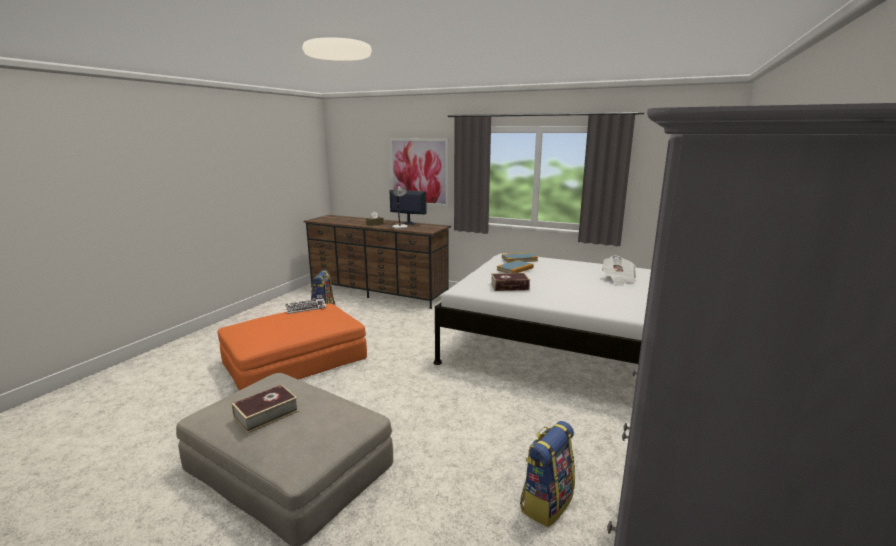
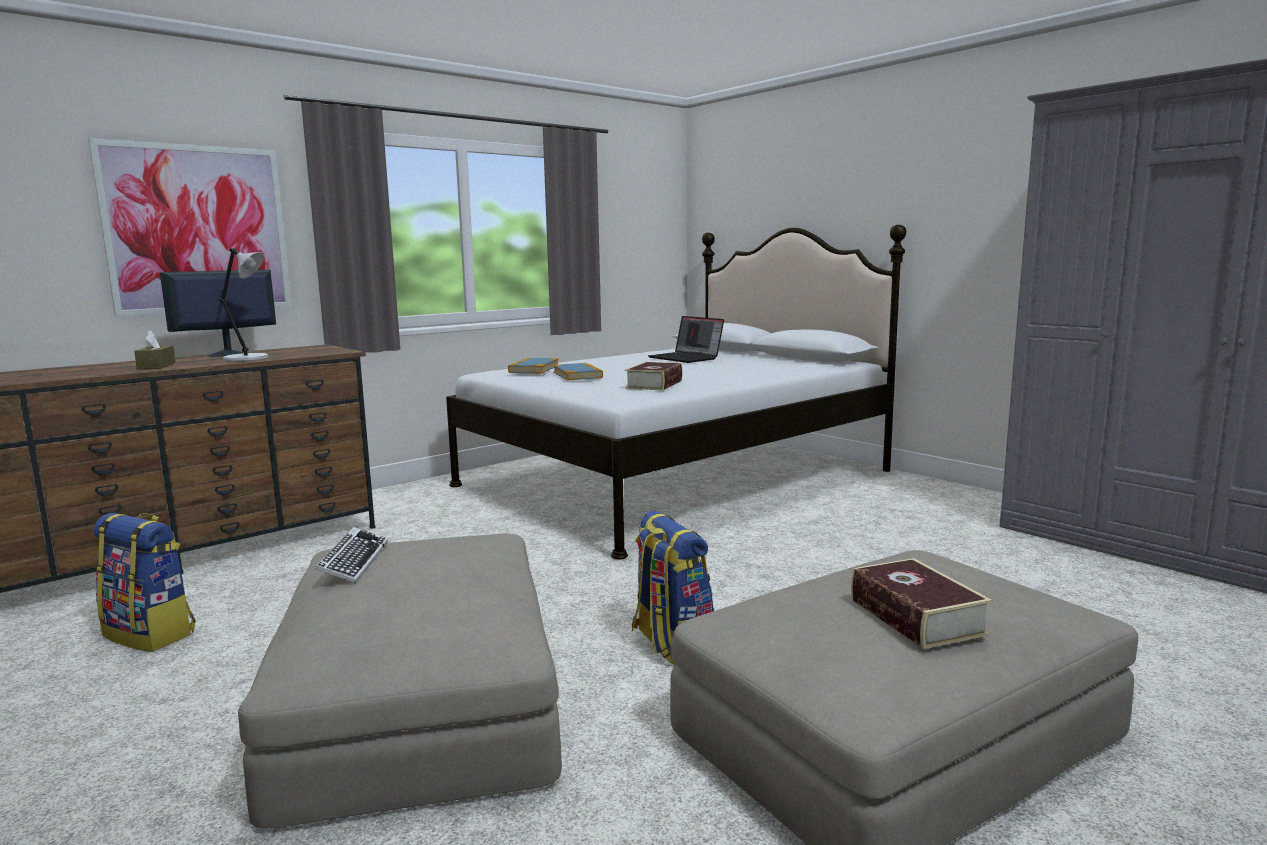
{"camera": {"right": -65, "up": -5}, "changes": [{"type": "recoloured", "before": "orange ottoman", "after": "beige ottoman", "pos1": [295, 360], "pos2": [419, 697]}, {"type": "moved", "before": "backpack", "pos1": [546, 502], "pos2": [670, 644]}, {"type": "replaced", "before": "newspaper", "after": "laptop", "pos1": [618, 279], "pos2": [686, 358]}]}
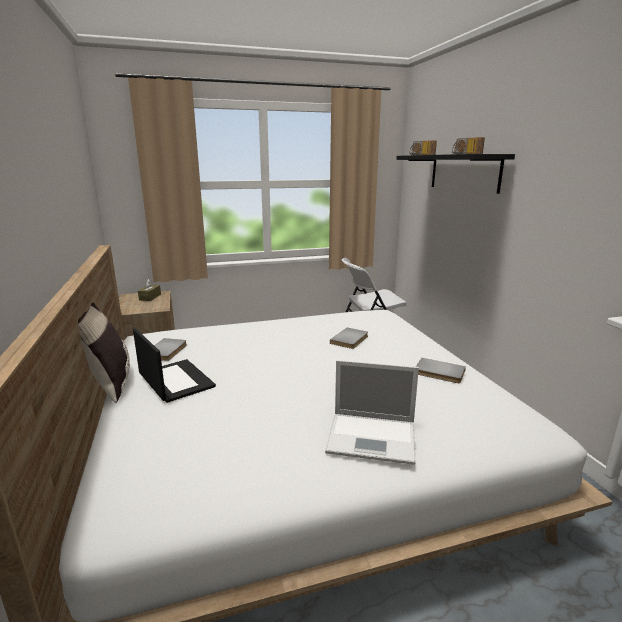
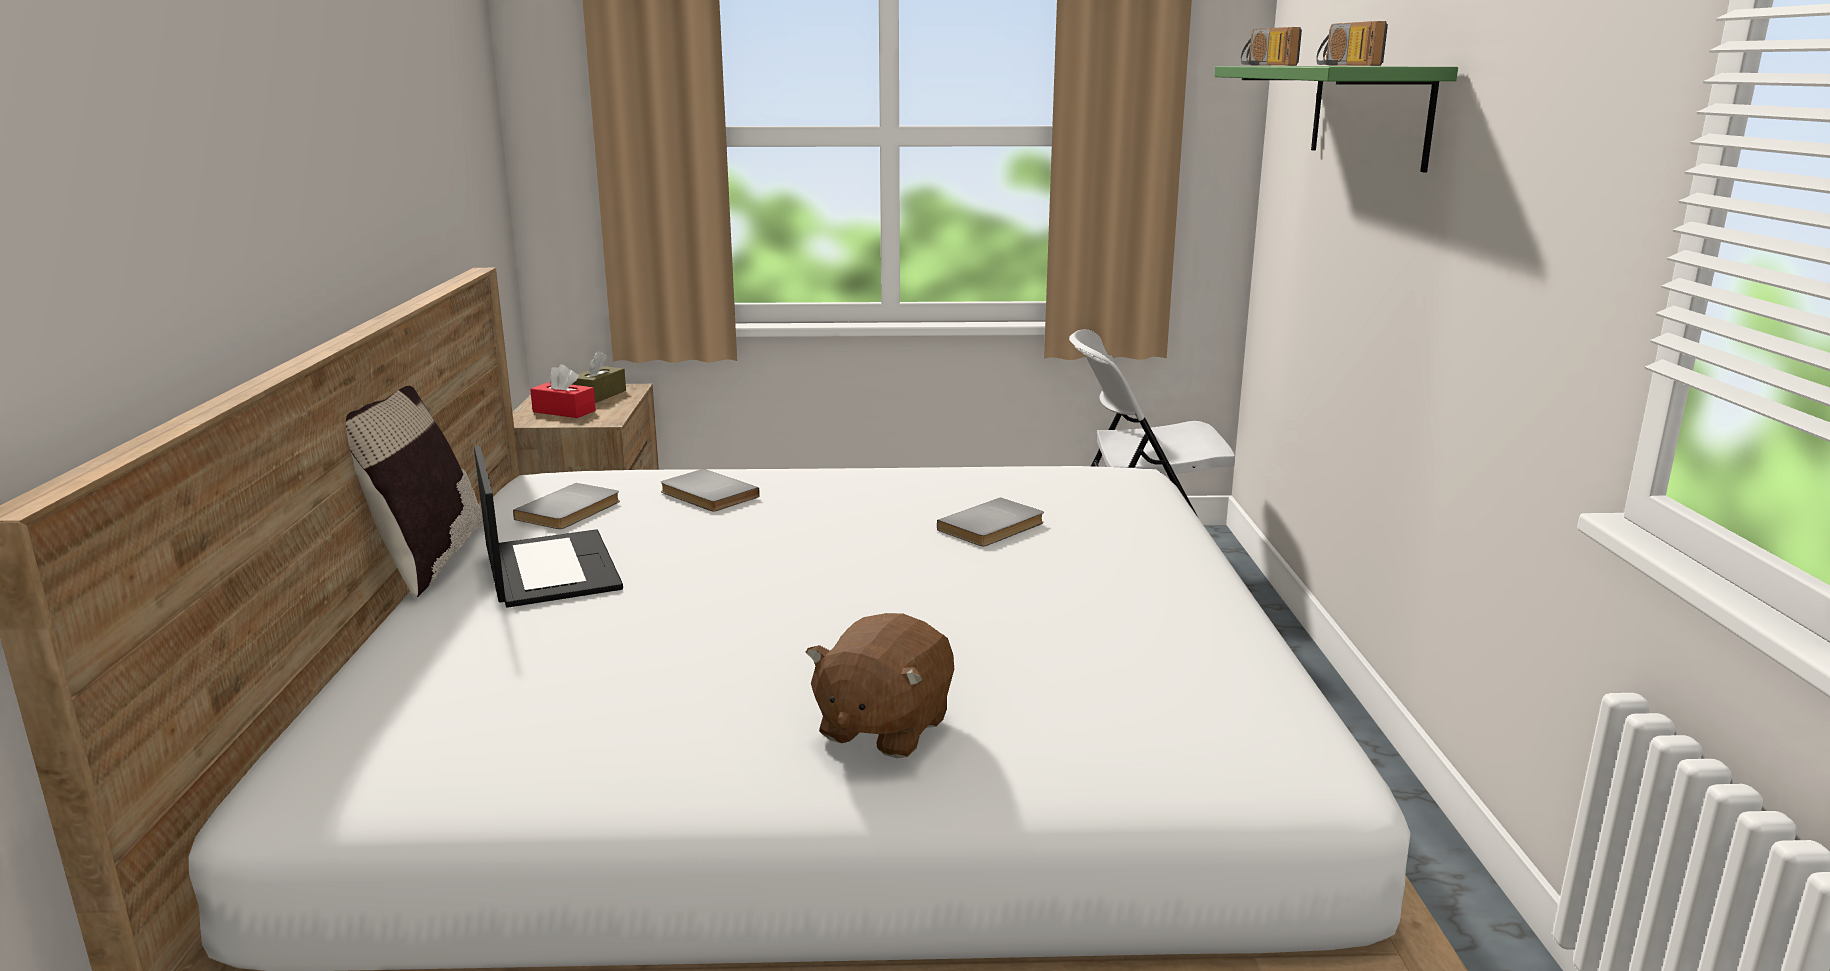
{"camera": {"right": 15, "up": 0}, "changes": [{"type": "replaced", "before": "laptop", "after": "brown plush toy", "pos1": [373, 438], "pos2": [883, 727]}, {"type": "recoloured", "before": "black shelf", "after": "green shelf", "pos1": [464, 172], "pos2": [1369, 113]}, {"type": "moved", "before": "grey book", "pos1": [439, 373], "pos2": [706, 495]}, {"type": "added", "after": "red tissue box", "pos2": [564, 411]}]}
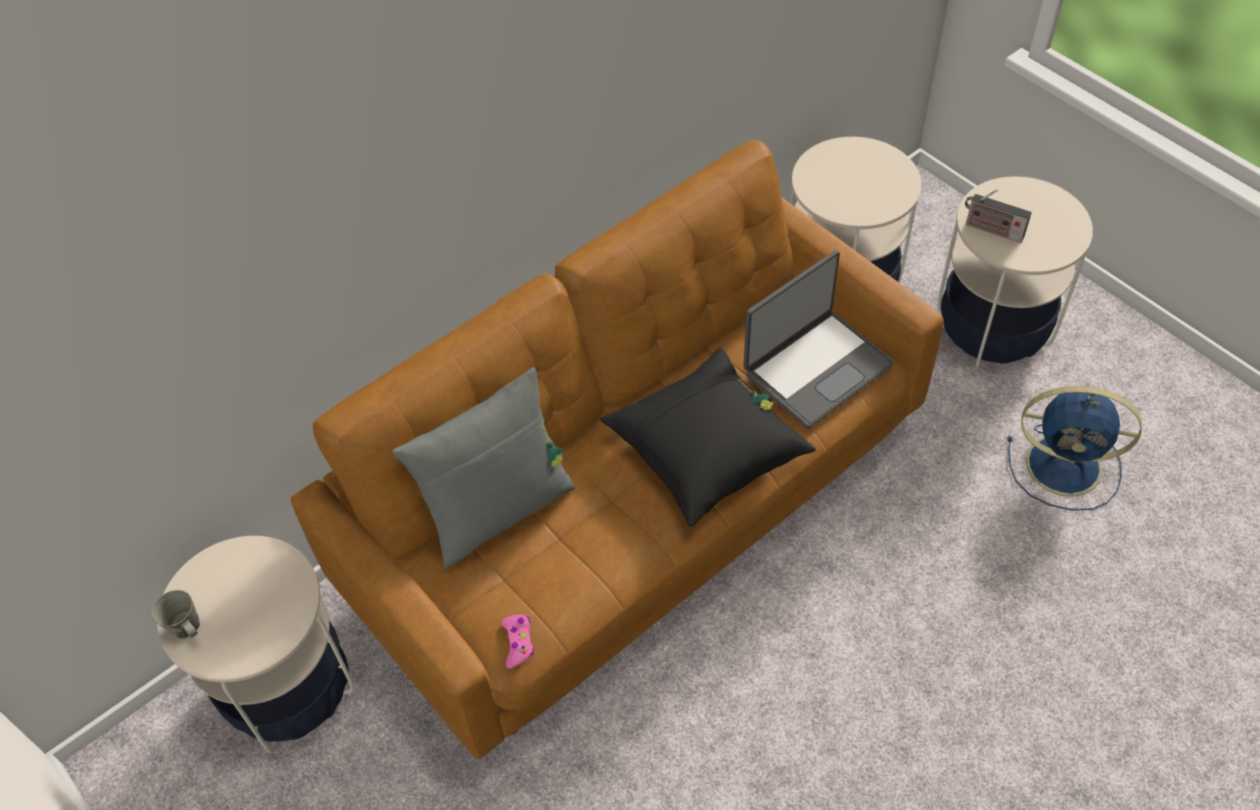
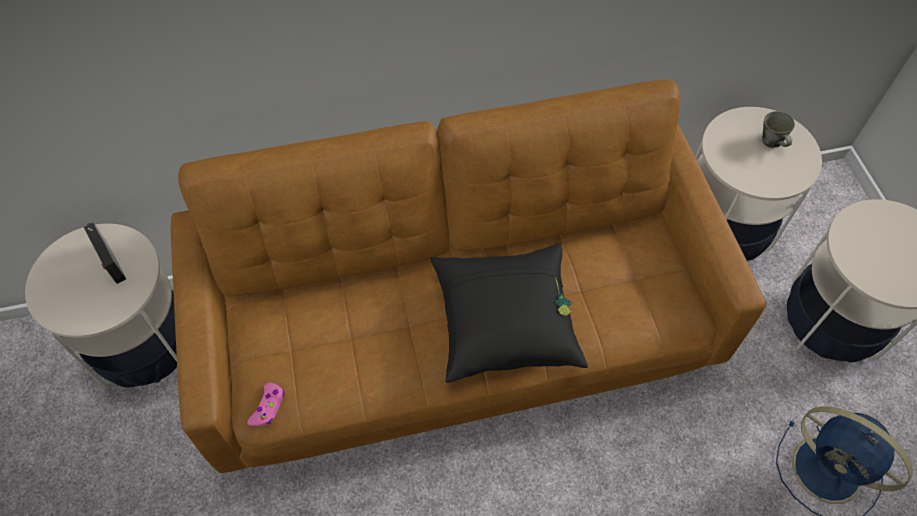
{"camera": {"right": 25, "up": 5}, "changes": [{"type": "moved", "before": "grey mug", "pos1": [186, 627], "pos2": [772, 141]}, {"type": "removed", "before": "grey pillow", "pos1": [498, 512]}, {"type": "removed", "before": "laptop", "pos1": [816, 368]}, {"type": "moved", "before": "radio", "pos1": [991, 230], "pos2": [109, 260]}]}
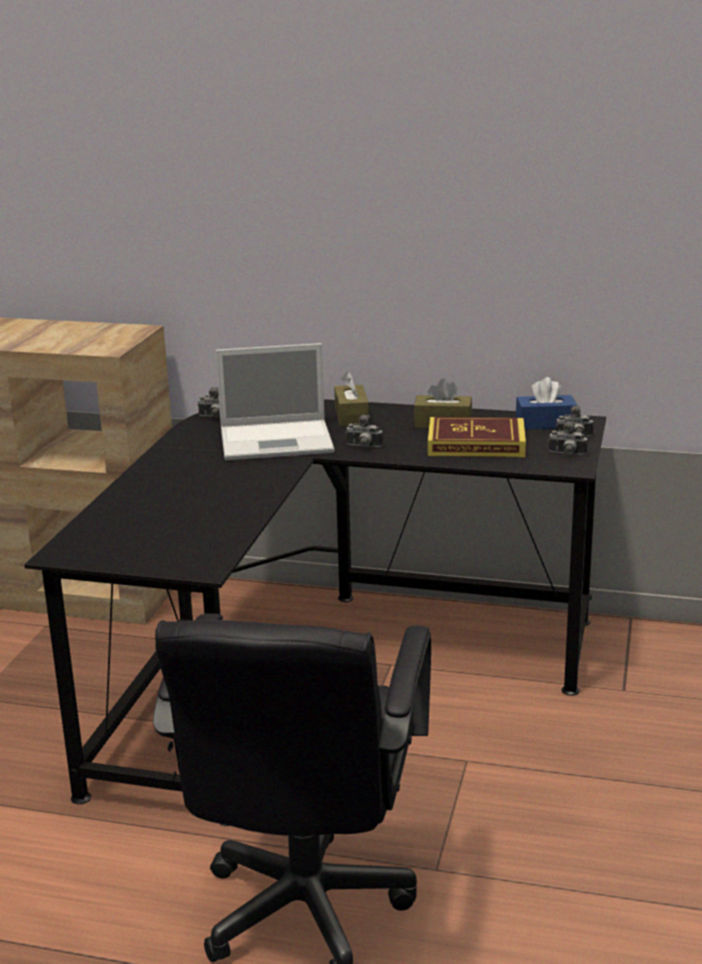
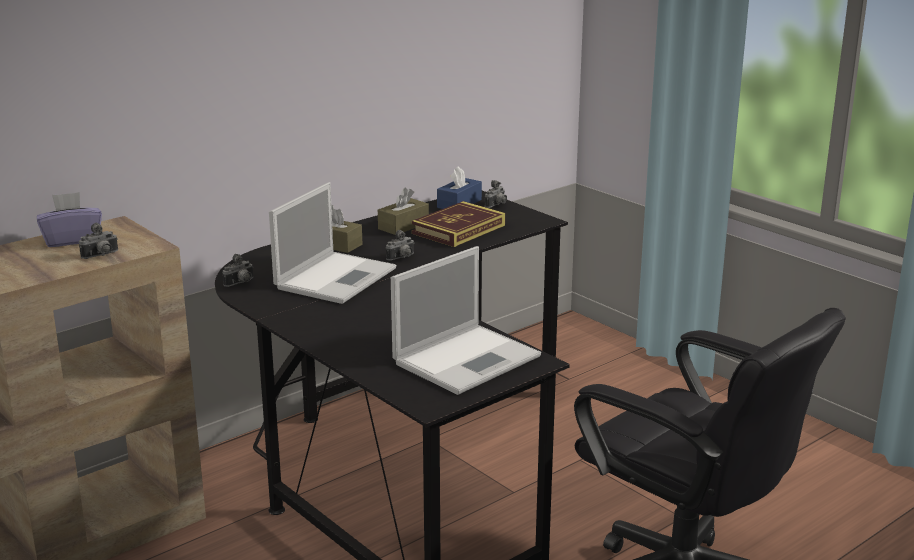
{"camera": {"right": -55, "up": 0}, "changes": [{"type": "moved", "before": "photo camera", "pos1": [567, 454], "pos2": [101, 256]}, {"type": "added", "after": "purple tissue box", "pos2": [72, 240]}, {"type": "added", "after": "laptop", "pos2": [468, 358]}]}
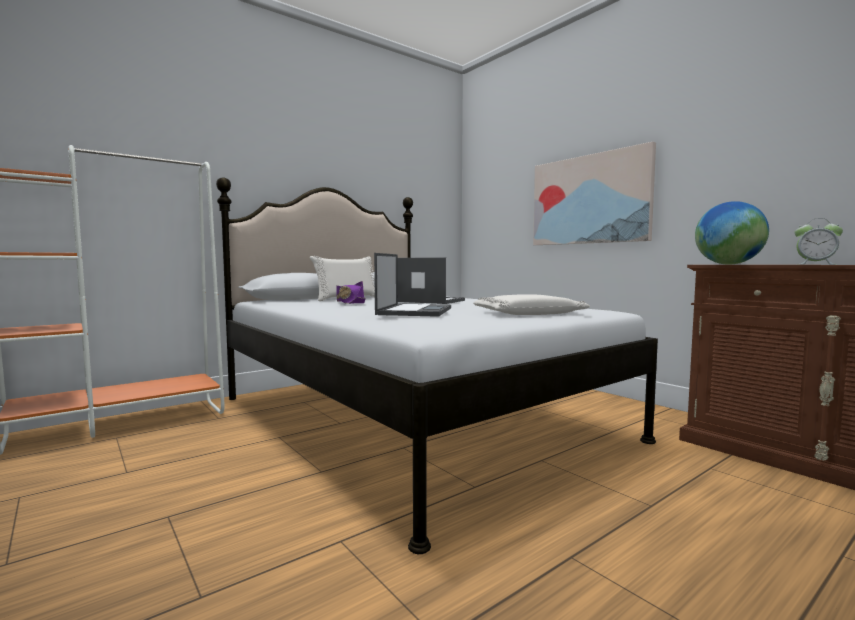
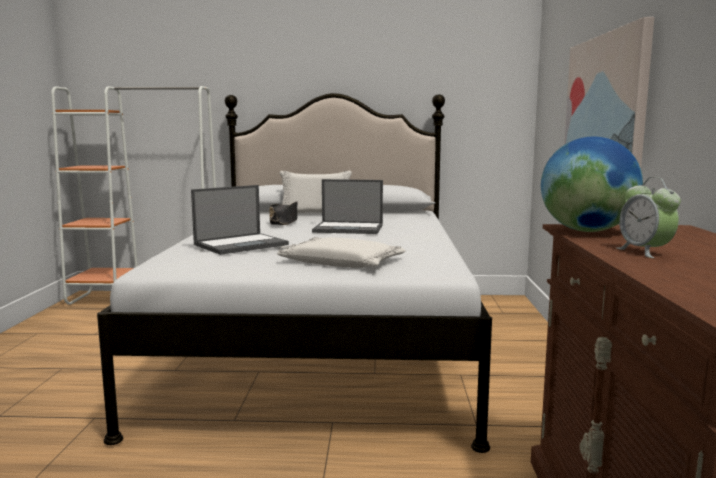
{"camera": {"right": 40, "up": 5}, "changes": [{"type": "recoloured", "before": "purple hat", "after": "black hat", "pos1": [350, 302], "pos2": [284, 222]}, {"type": "turned", "before": "laptop", "pos1": [428, 301], "pos2": [349, 228], "turn": 120}]}
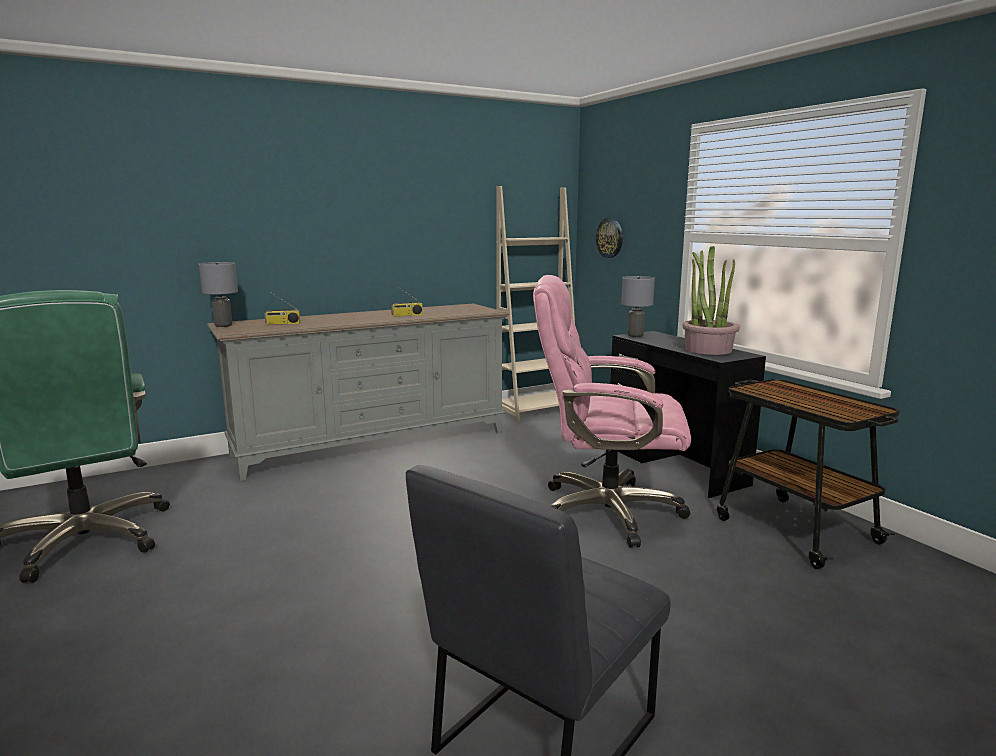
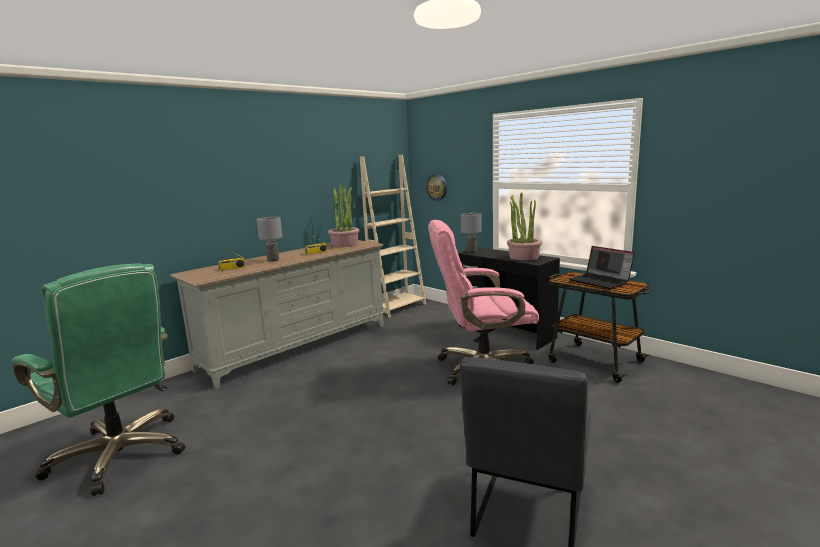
{"camera": {"right": -15, "up": 0}, "changes": [{"type": "moved", "before": "grey table lamp", "pos1": [224, 325], "pos2": [273, 260]}, {"type": "added", "after": "potted plant", "pos2": [345, 244]}, {"type": "added", "after": "laptop", "pos2": [601, 281]}]}
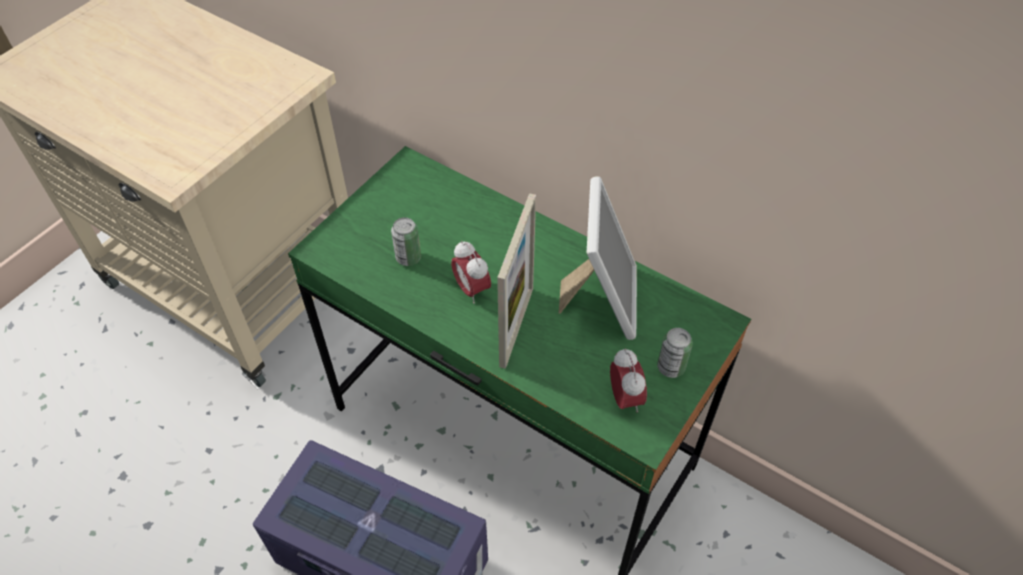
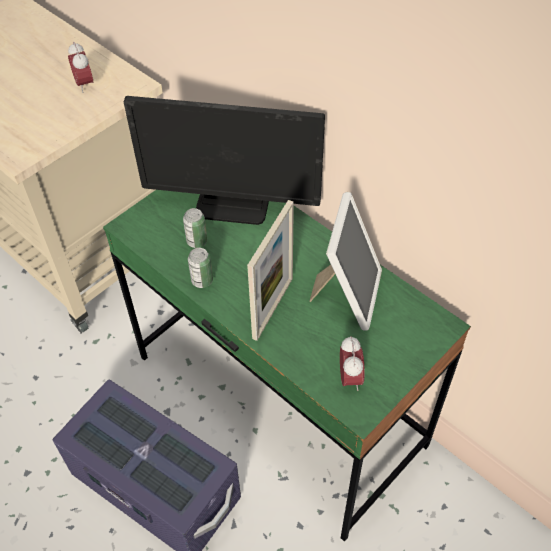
{"camera": {"right": 10, "up": 0}, "changes": [{"type": "moved", "before": "alarm clock", "pos1": [471, 289], "pos2": [85, 84]}, {"type": "moved", "before": "can", "pos1": [670, 367], "pos2": [202, 280]}, {"type": "added", "after": "monitor", "pos2": [232, 204]}]}
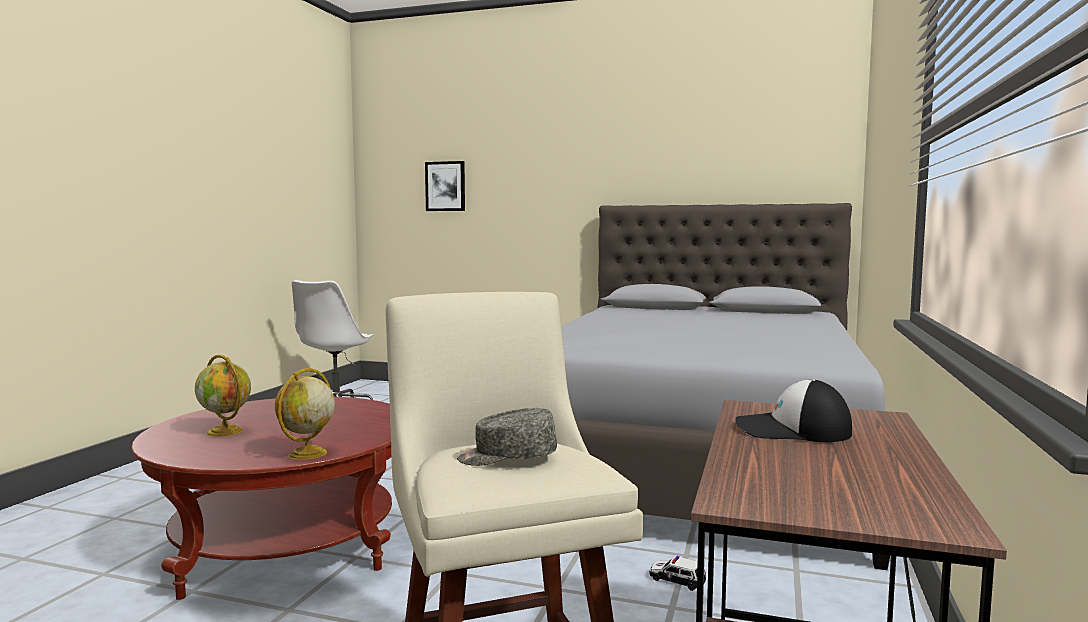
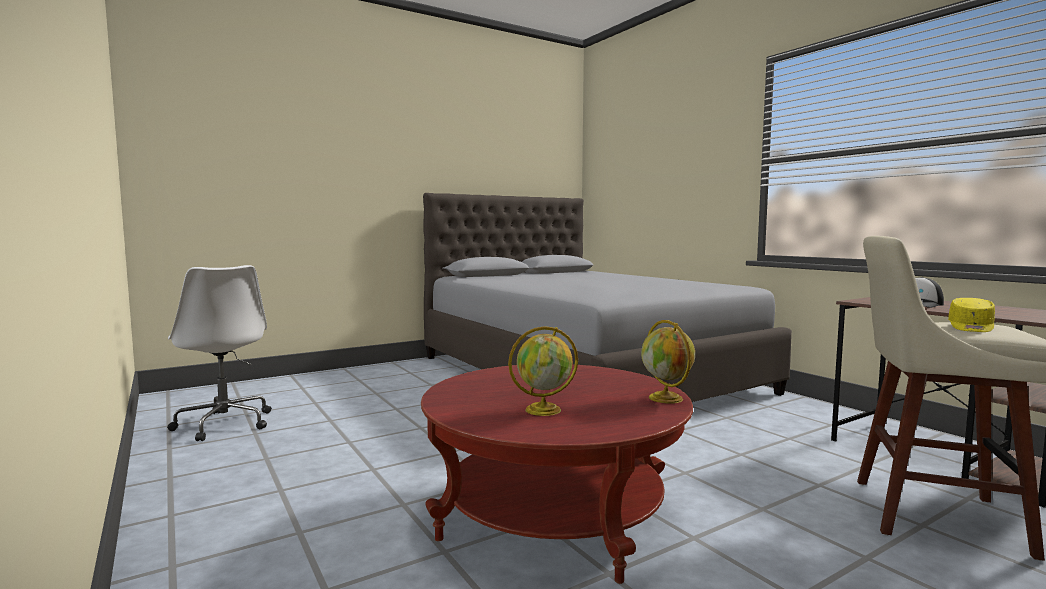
{"camera": {"right": -50, "up": 0}, "changes": [{"type": "removed", "before": "picture", "pos1": [445, 186]}, {"type": "recoloured", "before": "grey cap", "after": "yellow cap", "pos1": [507, 458], "pos2": [971, 327]}, {"type": "removed", "before": "toy car", "pos1": [676, 579]}]}
